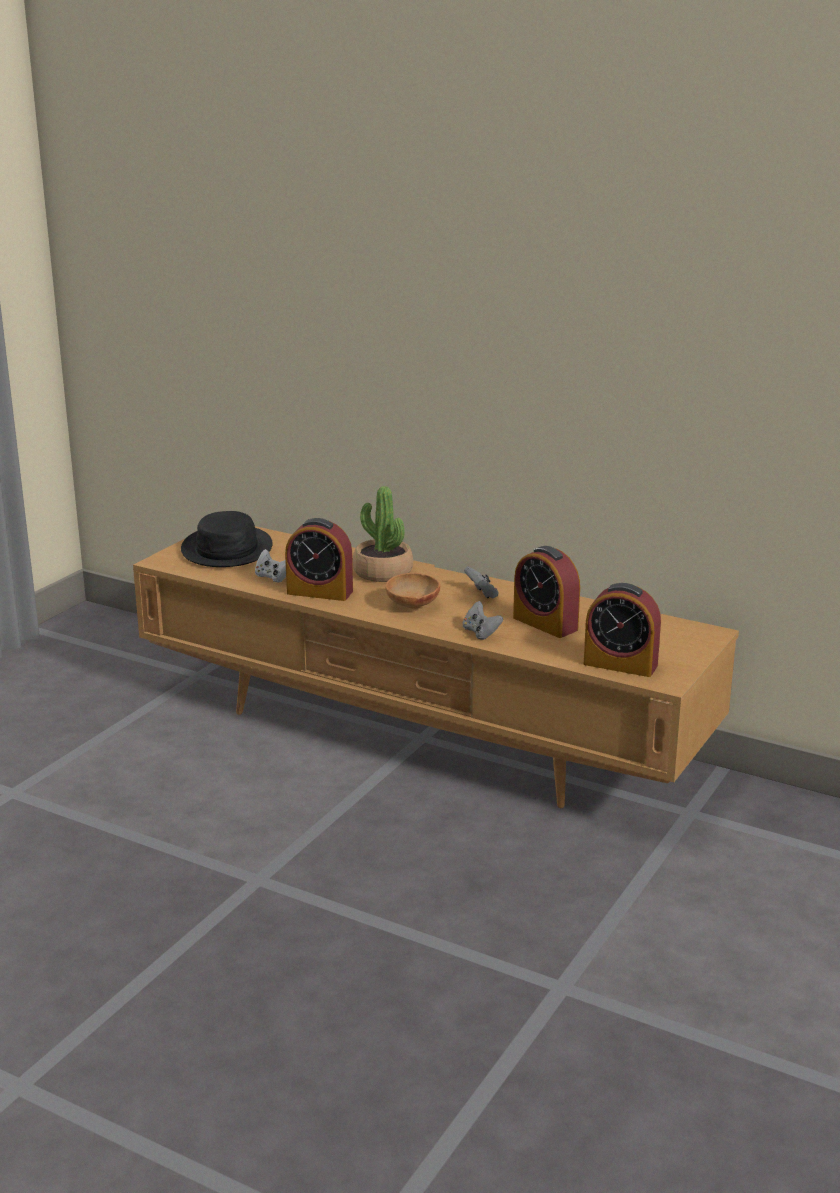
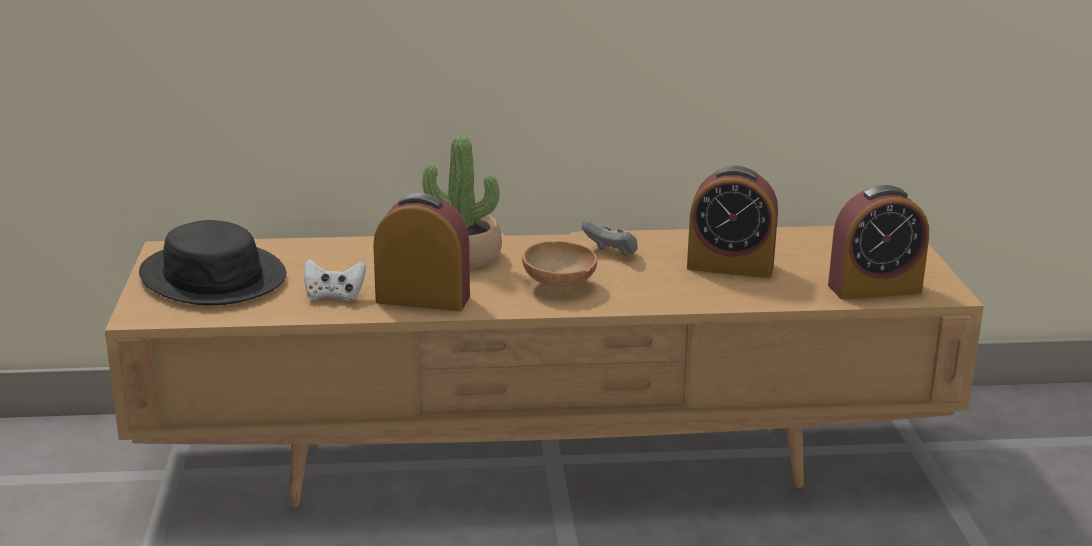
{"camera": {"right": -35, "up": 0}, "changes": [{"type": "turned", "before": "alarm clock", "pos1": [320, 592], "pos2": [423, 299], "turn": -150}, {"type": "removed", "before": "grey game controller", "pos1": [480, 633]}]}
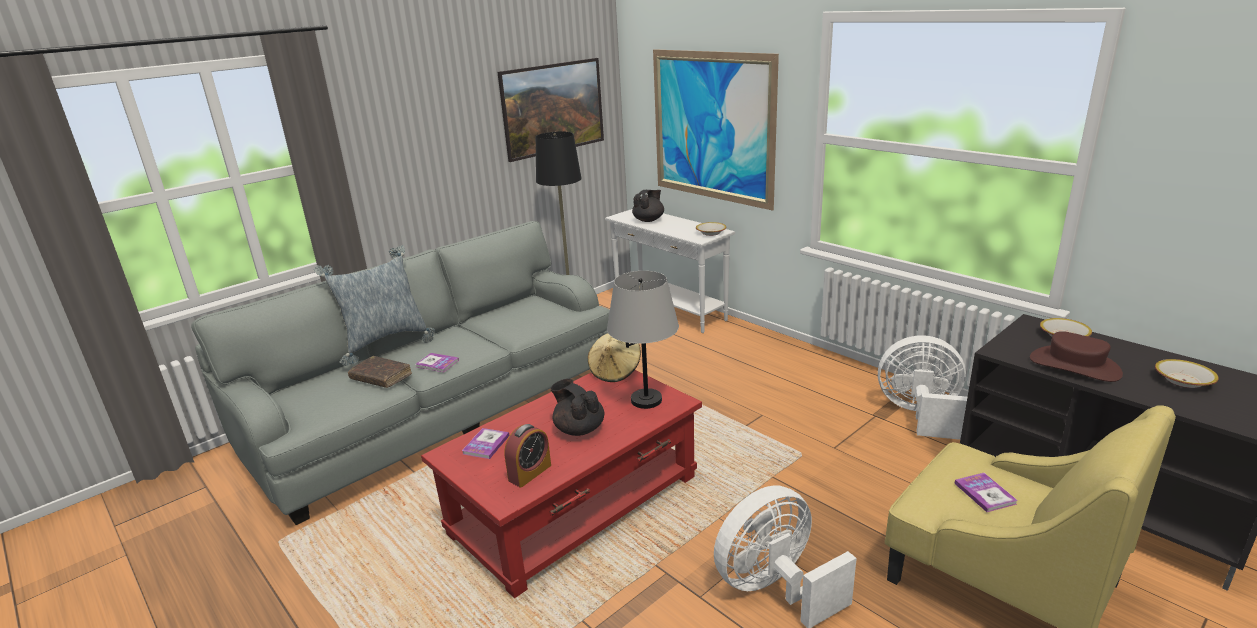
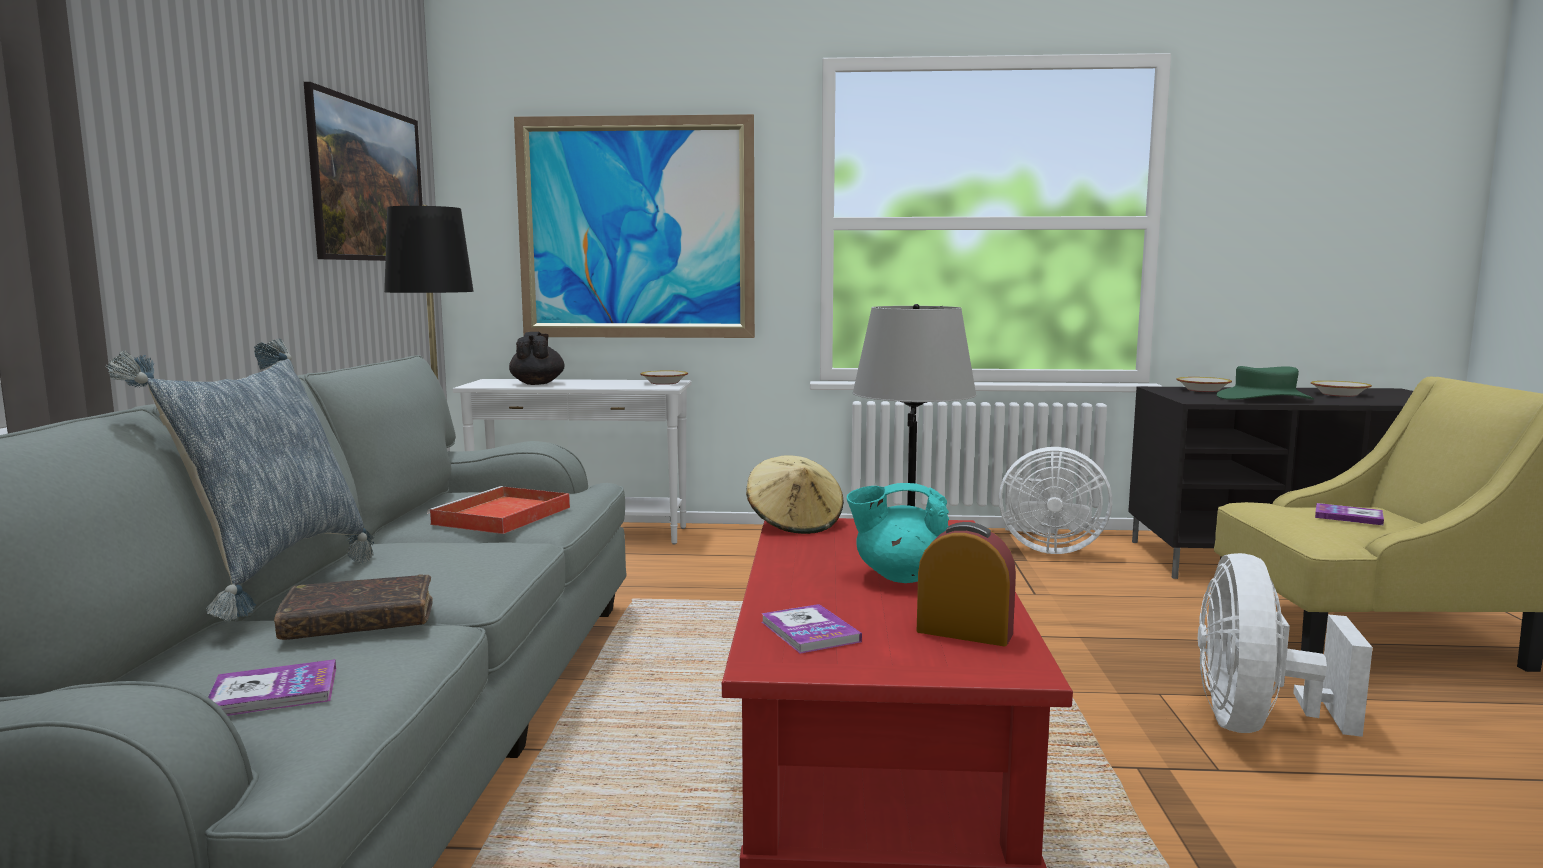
{"camera": {"right": -45, "up": -15}, "changes": [{"type": "moved", "before": "book", "pos1": [437, 363], "pos2": [273, 692]}, {"type": "turned", "before": "alarm clock", "pos1": [530, 473], "pos2": [964, 632], "turn": -60}, {"type": "recoloured", "before": "black teapot", "after": "turquoise teapot", "pos1": [579, 429], "pos2": [901, 577]}, {"type": "turned", "before": "white fan", "pos1": [920, 415], "pos2": [1047, 549], "turn": -135}, {"type": "recoloured", "before": "brown hat", "after": "green hat", "pos1": [1074, 365], "pos2": [1264, 398]}, {"type": "added", "after": "red tray", "pos2": [501, 516]}]}
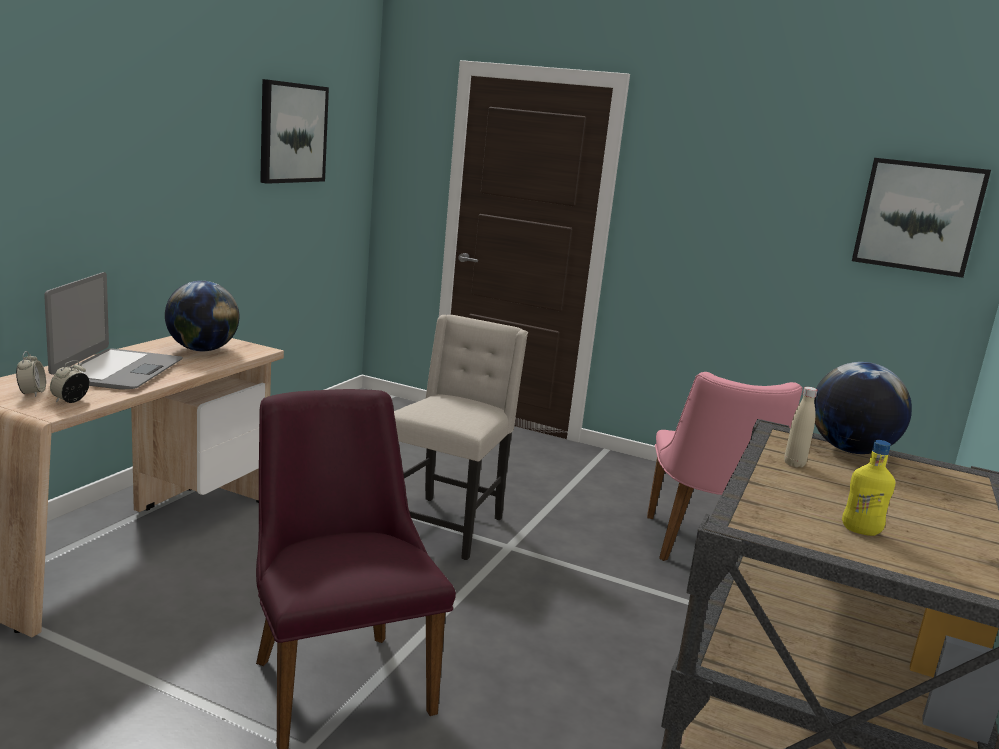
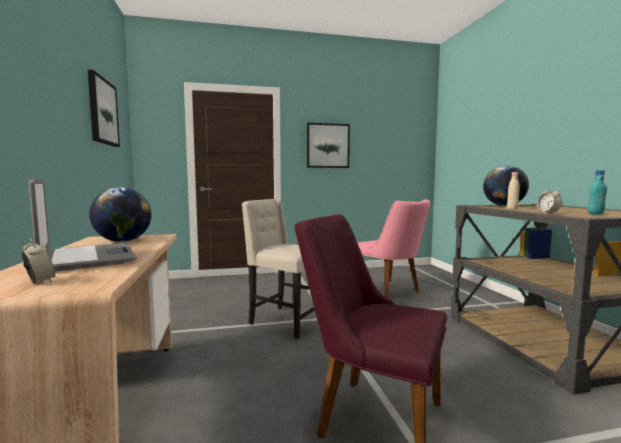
{"camera": {"right": -35, "up": -10}, "changes": [{"type": "moved", "before": "alarm clock", "pos1": [70, 401], "pos2": [548, 212]}, {"type": "turned", "before": "beige chair", "pos1": [444, 525], "pos2": [286, 321], "turn": -45}, {"type": "recoloured", "before": "yellow bottle", "after": "turquoise bottle", "pos1": [860, 531], "pos2": [596, 213]}, {"type": "moved", "before": "picture", "pos1": [918, 216], "pos2": [327, 146]}]}
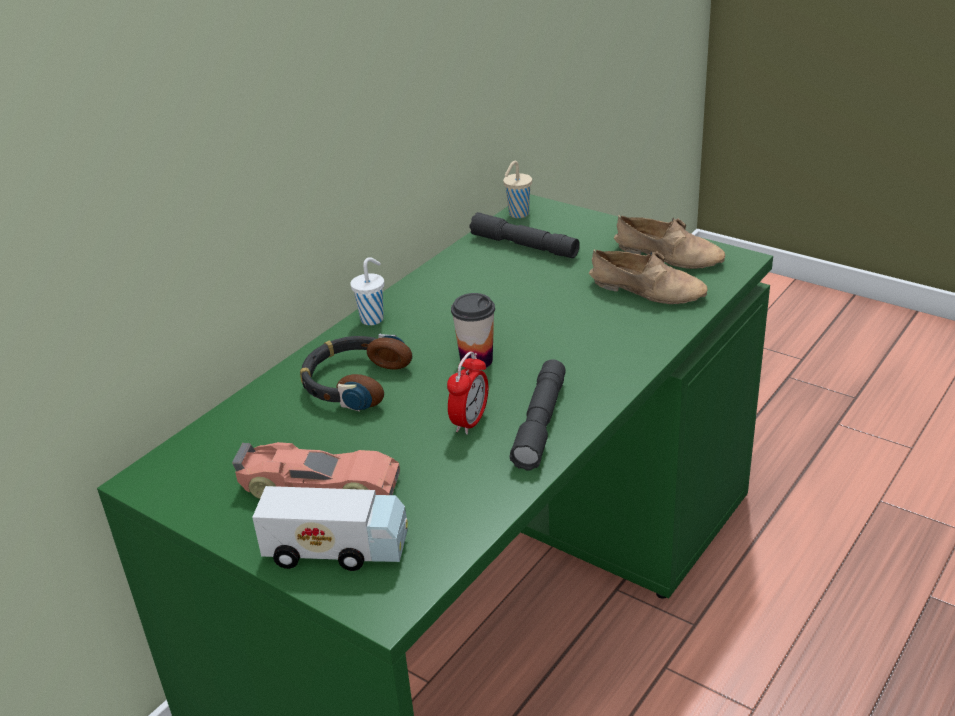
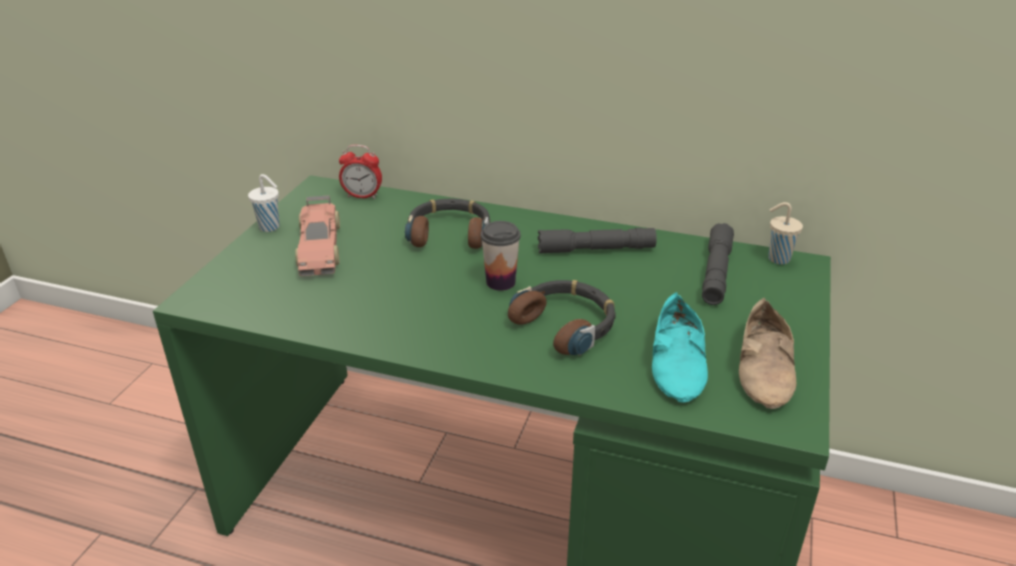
{"camera": {"right": 70, "up": 0}, "changes": [{"type": "removed", "before": "toy truck", "pos1": [337, 549]}, {"type": "moved", "before": "white cup", "pos1": [373, 319], "pos2": [270, 227]}, {"type": "moved", "before": "alarm clock", "pos1": [470, 422], "pos2": [362, 196]}, {"type": "moved", "before": "grey flashlight", "pos1": [540, 423], "pos2": [596, 249]}, {"type": "recoloured", "before": "beige shoe", "after": "turquoise shoe", "pos1": [648, 289], "pos2": [680, 362]}, {"type": "added", "after": "headphones", "pos2": [566, 324]}]}
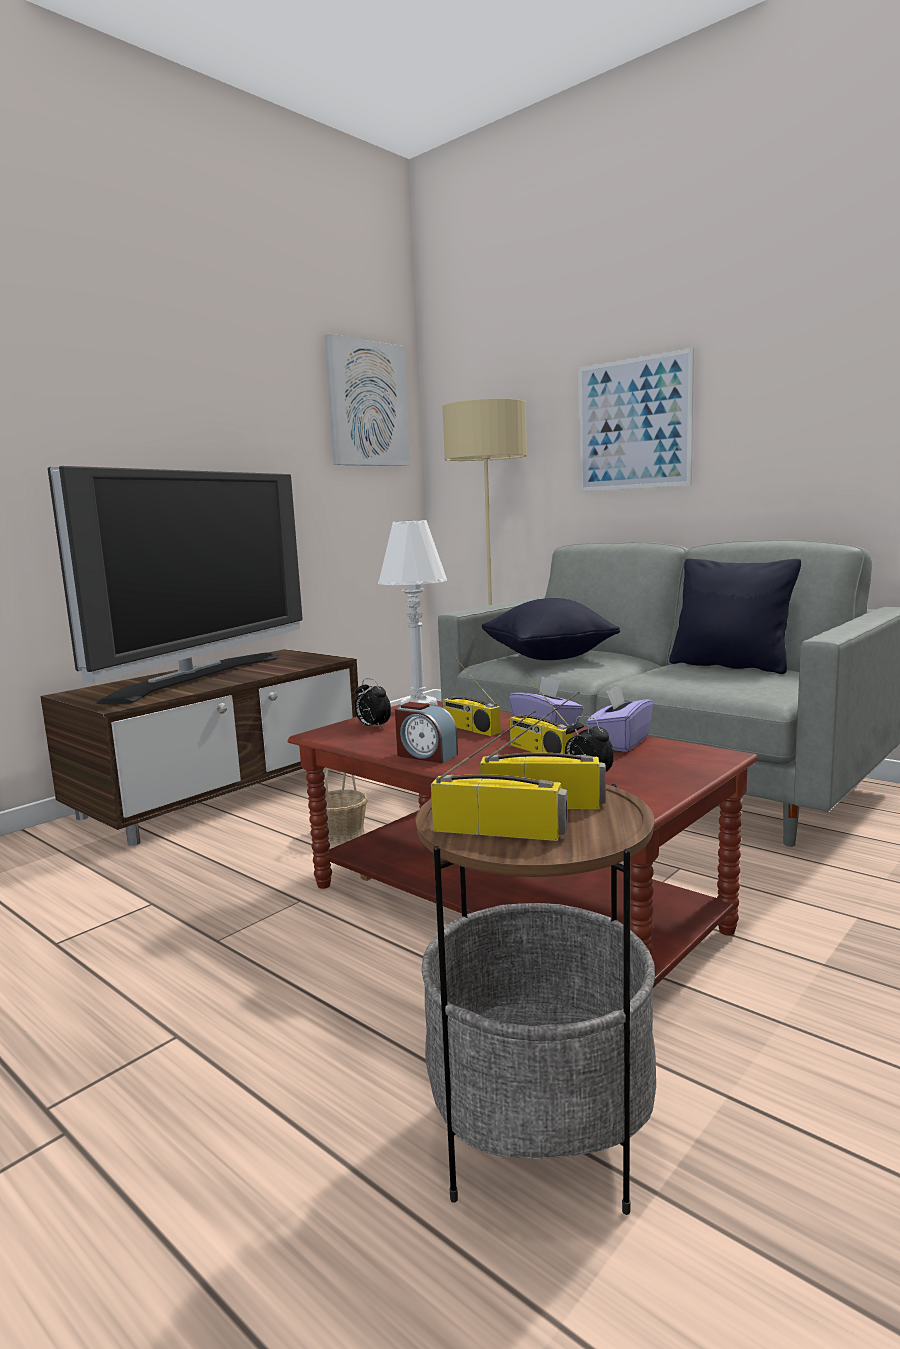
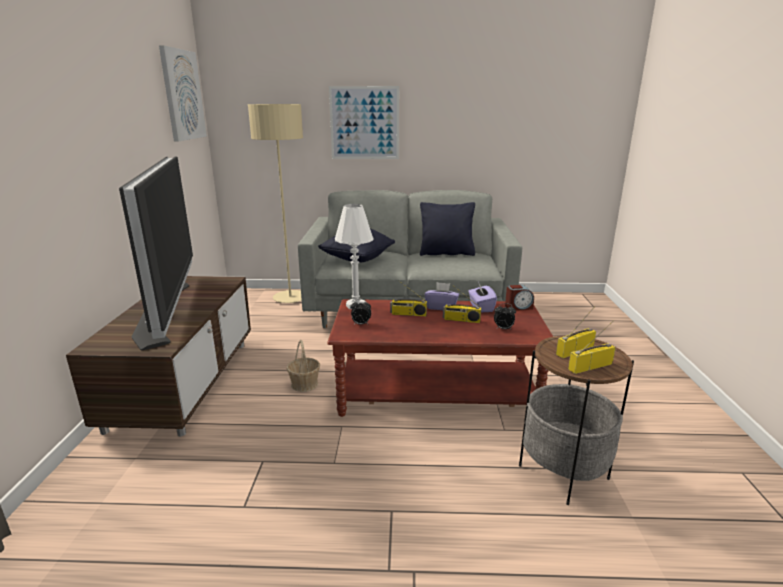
{"camera": {"right": -40, "up": 10}, "changes": [{"type": "moved", "before": "alarm clock", "pos1": [425, 755], "pos2": [518, 307]}]}
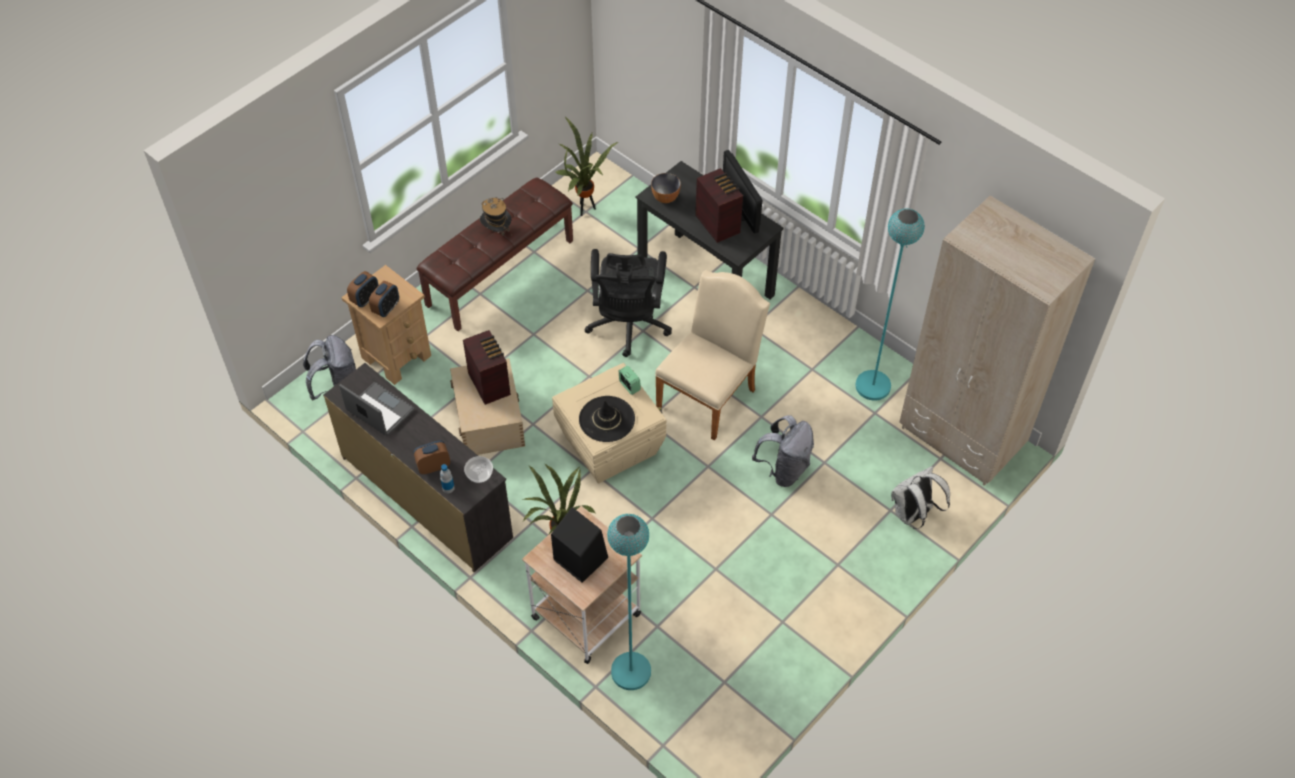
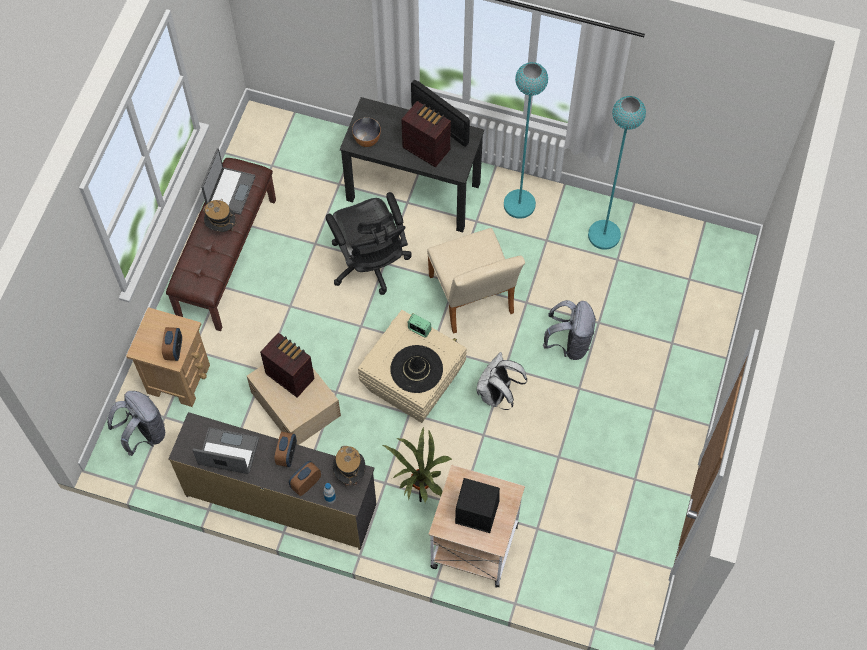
{"camera": {"right": -25, "up": 10}, "changes": [{"type": "moved", "before": "alarm clock", "pos1": [365, 299], "pos2": [287, 455]}, {"type": "replaced", "before": "bowl", "after": "hat", "pos1": [480, 474], "pos2": [350, 473]}, {"type": "removed", "before": "potted plant", "pos1": [585, 208]}, {"type": "moved", "before": "turquoise floor lamp", "pos1": [631, 671], "pos2": [519, 204]}, {"type": "turned", "before": "beige chair", "pos1": [710, 394], "pos2": [473, 299], "turn": 150}, {"type": "moved", "before": "white backpack", "pos1": [913, 515], "pos2": [497, 395]}, {"type": "removed", "before": "beige wardrobe", "pos1": [962, 438]}, {"type": "added", "after": "laptop", "pos2": [230, 191]}]}
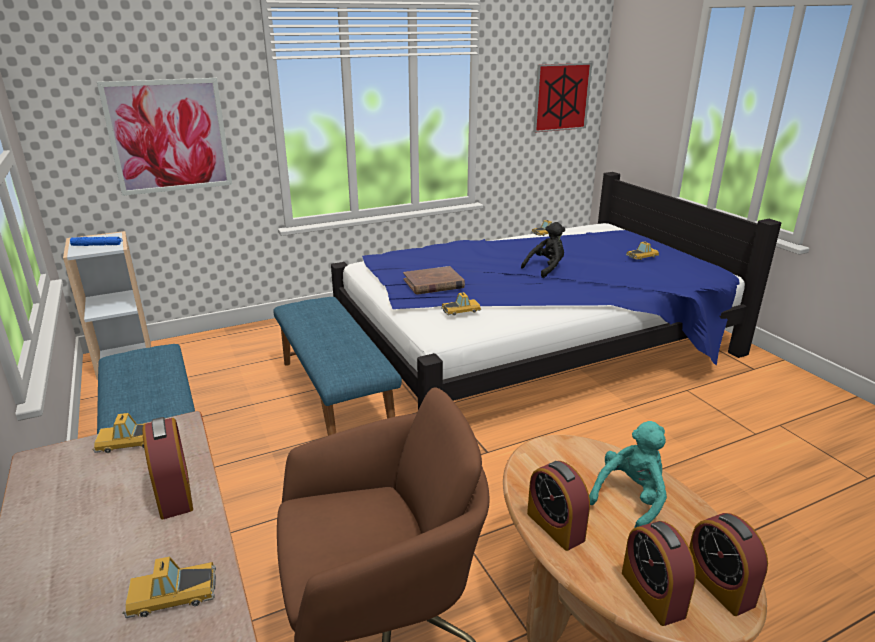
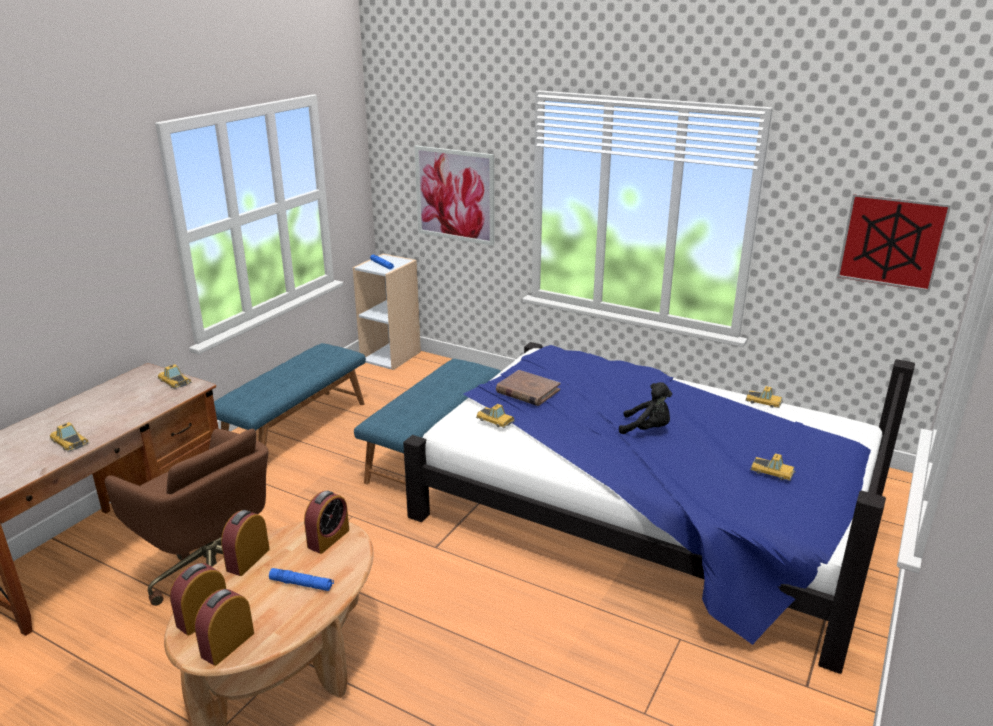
{"camera": {"right": 55, "up": 0}, "changes": [{"type": "moved", "before": "alarm clock", "pos1": [174, 493], "pos2": [328, 538]}, {"type": "replaced", "before": "turquoise plush toy", "after": "blue flashlight", "pos1": [630, 499], "pos2": [301, 584]}]}
